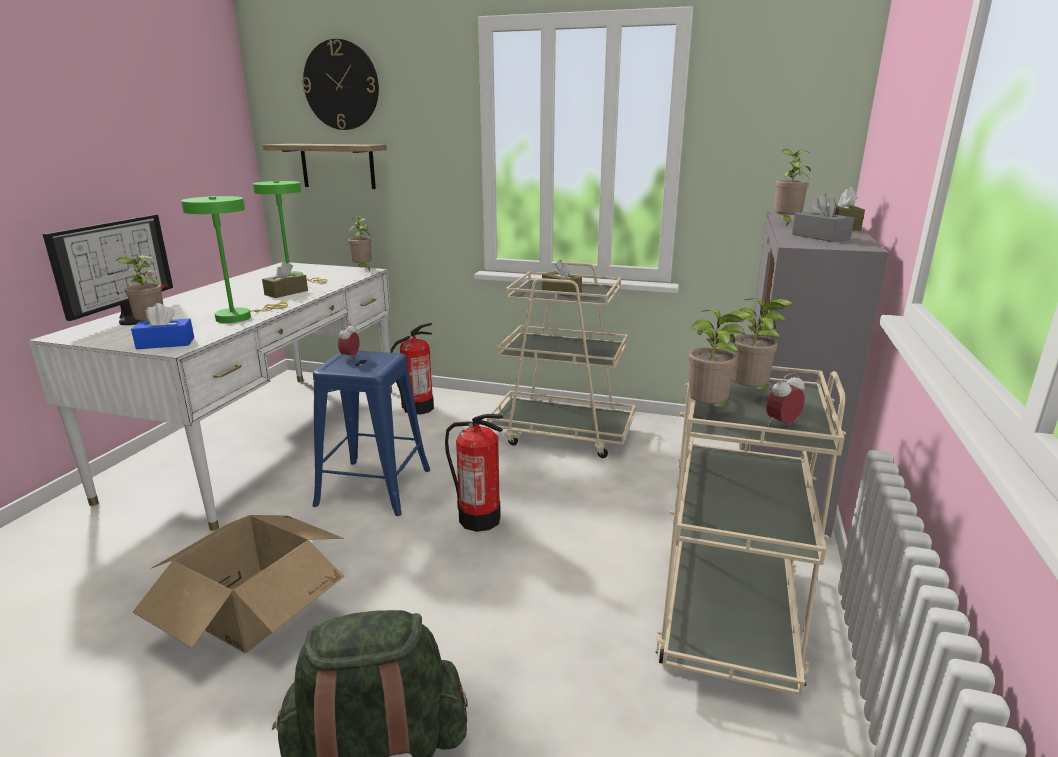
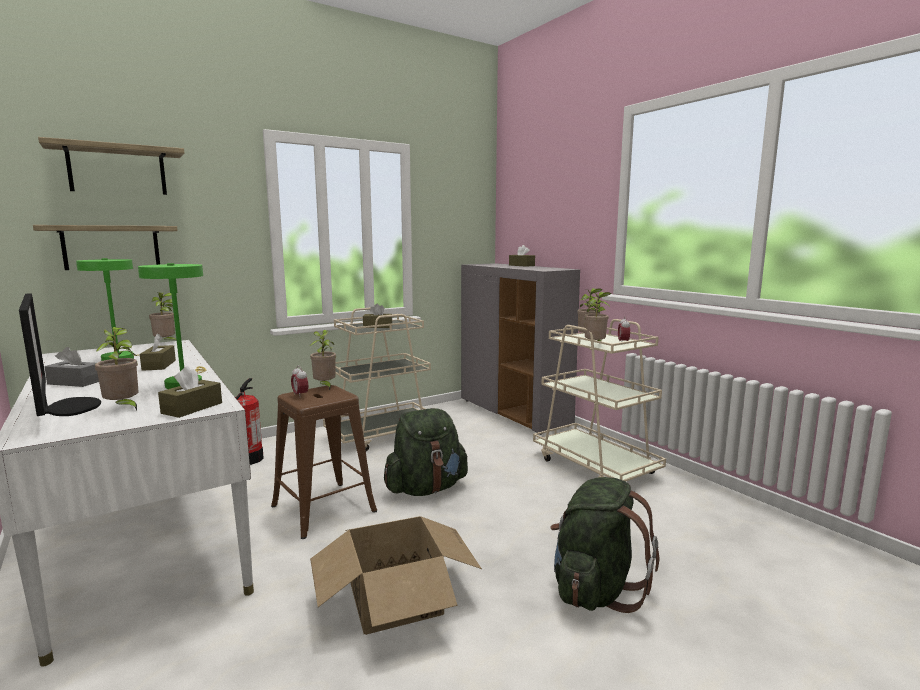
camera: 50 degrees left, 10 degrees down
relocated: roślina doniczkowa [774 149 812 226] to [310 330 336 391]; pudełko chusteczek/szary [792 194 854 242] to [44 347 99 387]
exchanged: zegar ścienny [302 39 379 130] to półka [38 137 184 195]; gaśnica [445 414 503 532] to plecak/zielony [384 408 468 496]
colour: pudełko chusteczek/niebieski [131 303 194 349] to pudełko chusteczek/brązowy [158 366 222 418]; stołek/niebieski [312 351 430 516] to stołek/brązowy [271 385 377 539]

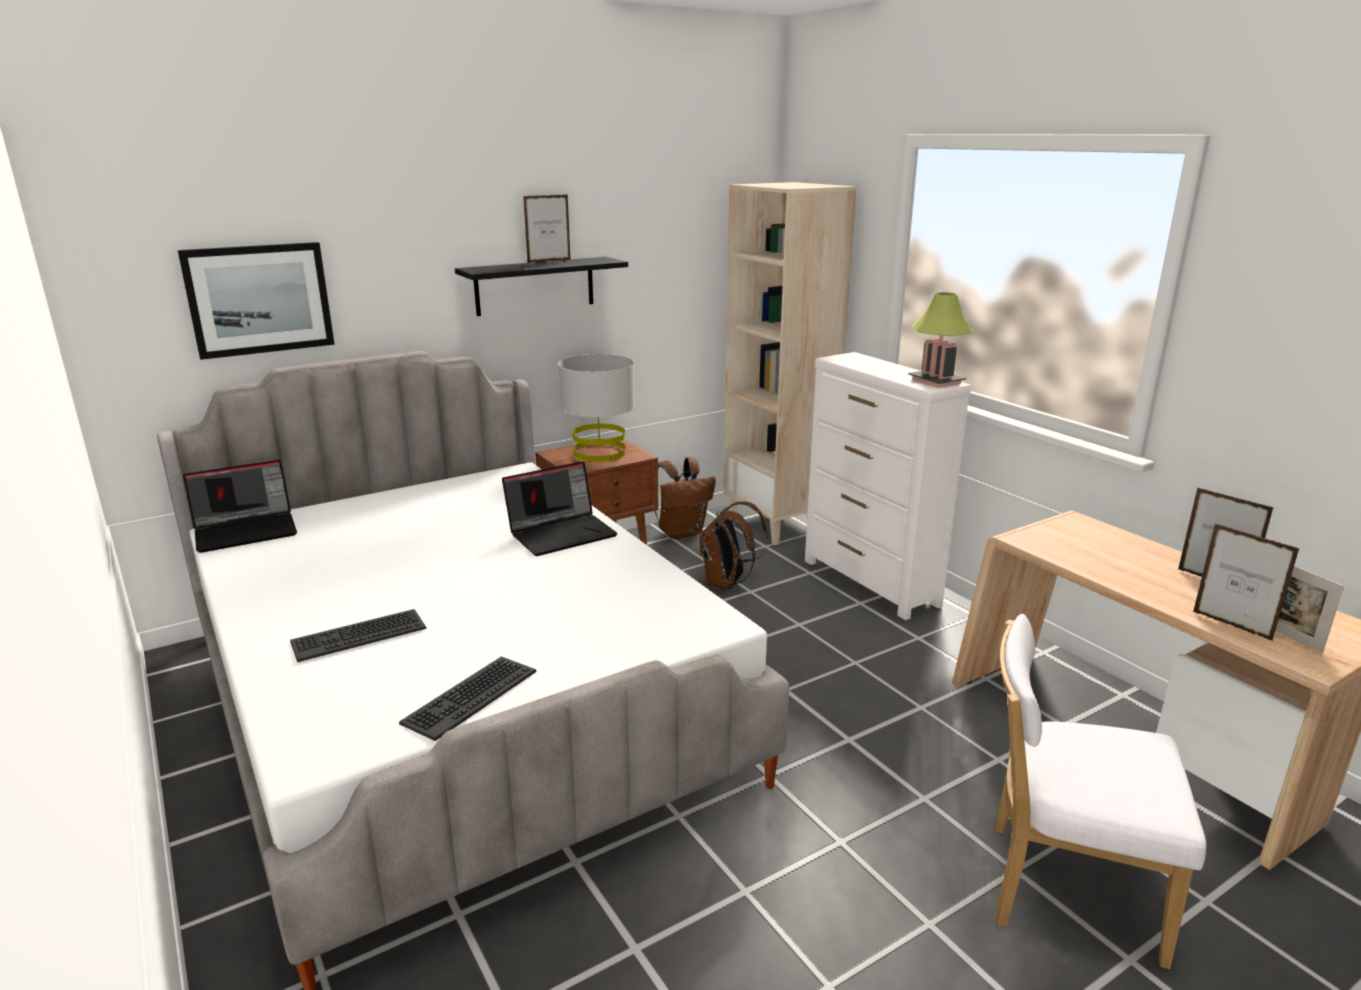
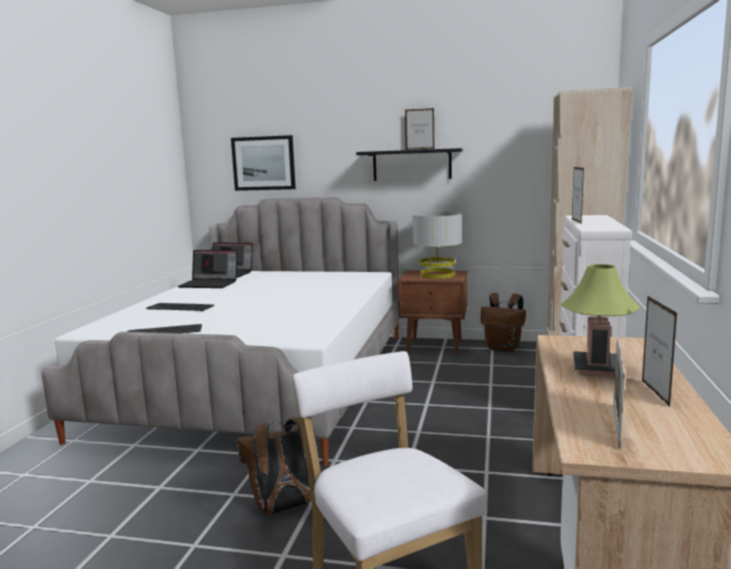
camera: 45 degrees right, 10 degrees down
relocated: lampa stołowa [908 292 974 388] to [561 264 640 376]; laptop [502 461 618 556] to [178 250 237 288]; plecak/brązowy [700 501 768 590] to [237 418 318 515]; ramka na zdjęcie [1193 523 1300 641] to [572 167 584 224]

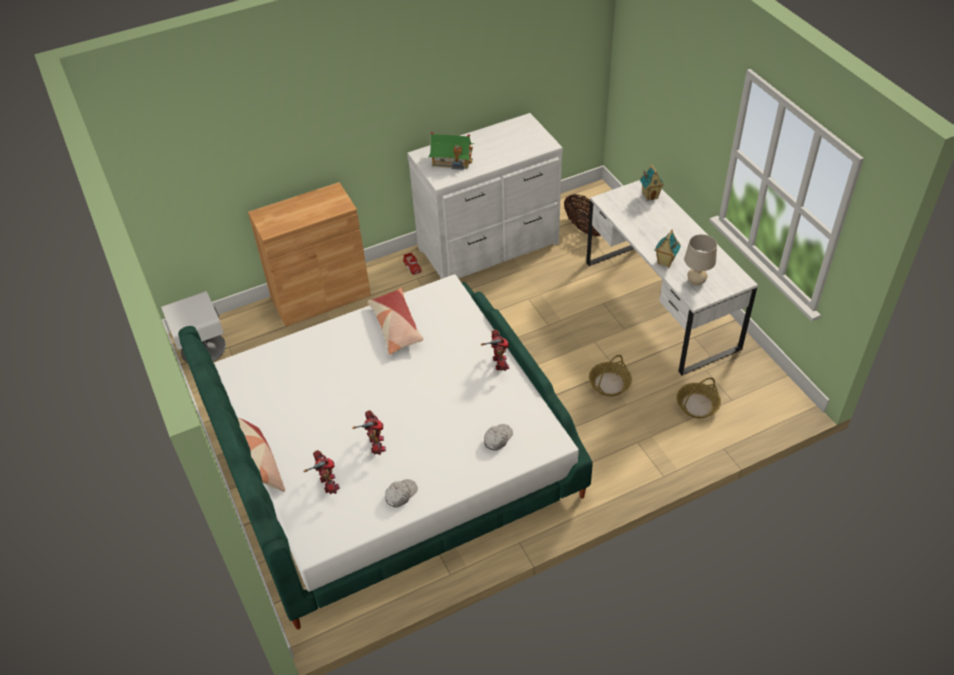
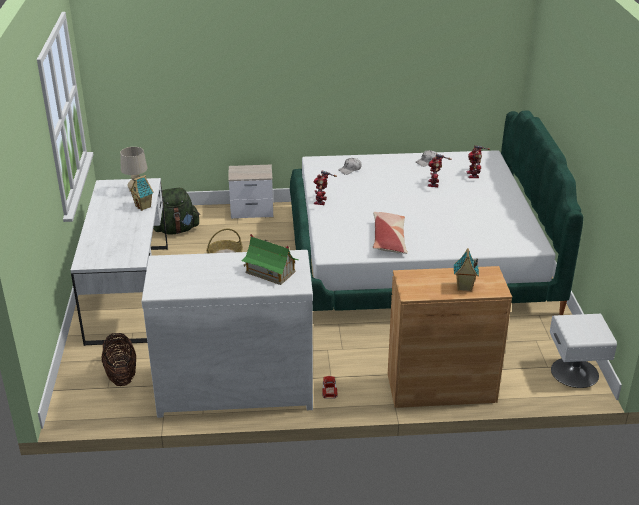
camera: 160 degrees left, 15 degrees down
missing: poduszka [237 417 285 492]
appeared: szafka nocna [228 165 273 219]
relocated: domek [640 164 664 201] to [454 248 479 292]
exchanged: koszyk [676 377 721 418] to plecak/zielony [153 188 200 234]

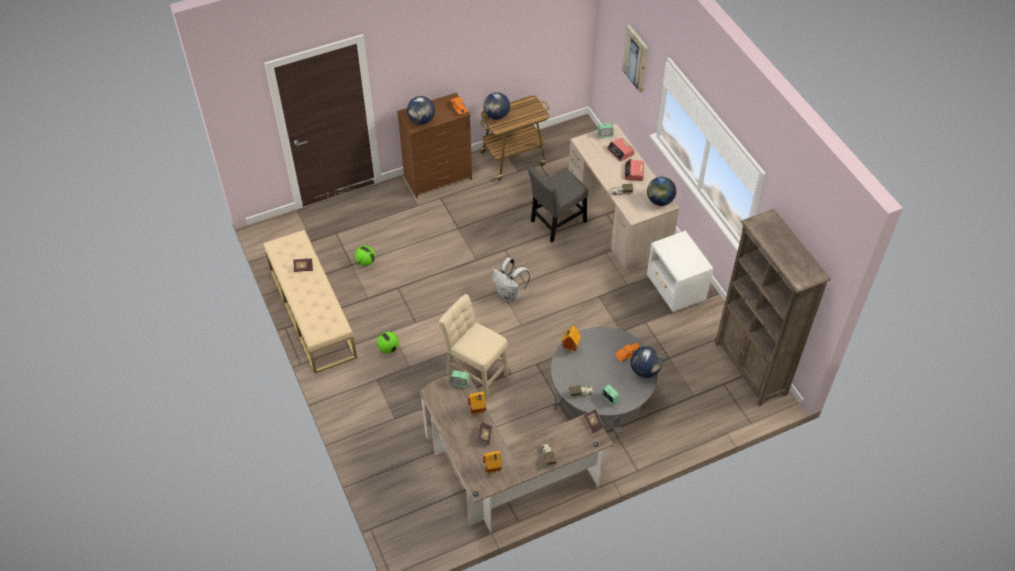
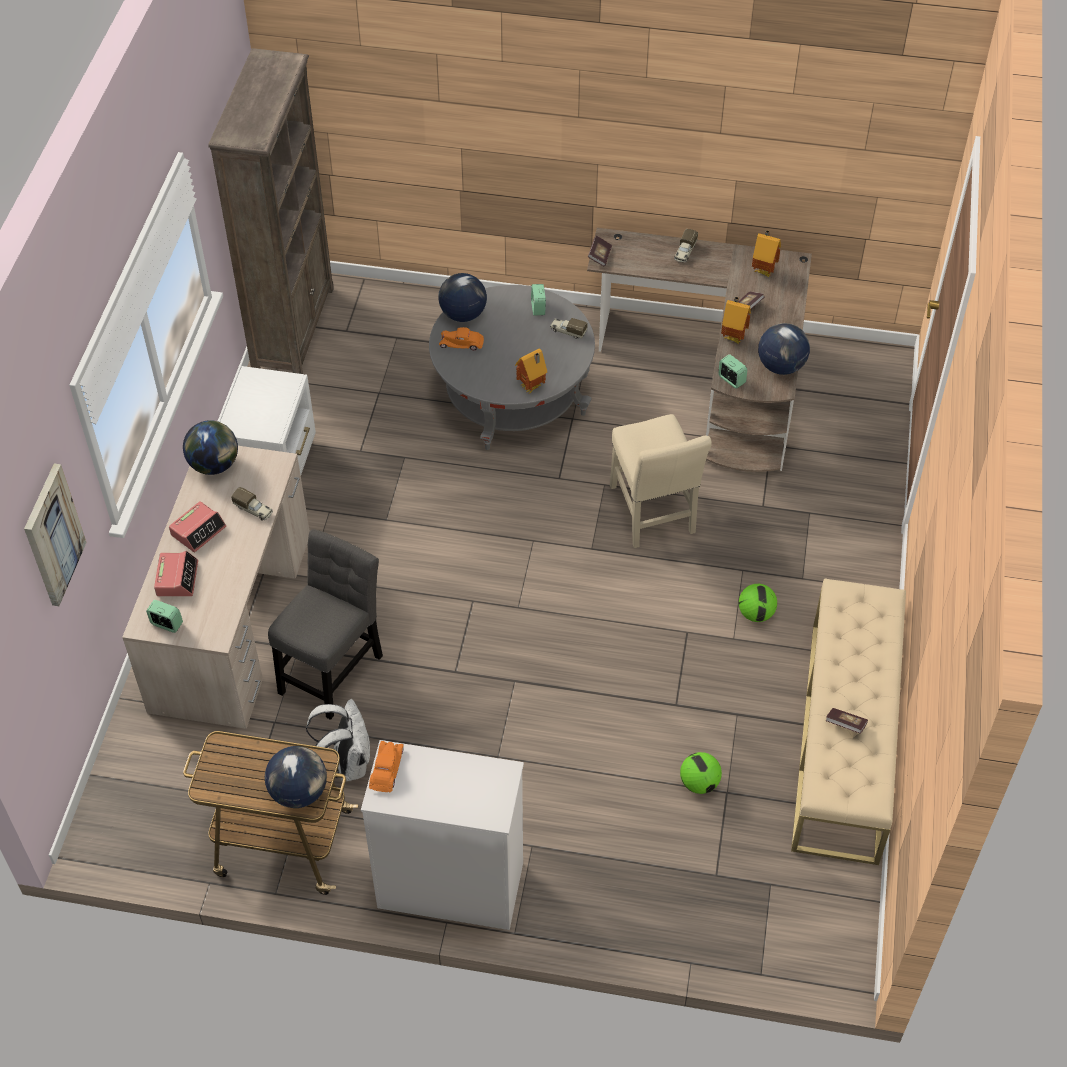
camera: 145 degrees left, 0 degrees up
relocated: globus [407 96 435 124] to [758 323 810 375]; plecak/biały [491 258 530 302] to [306 699 370 781]
colour: komoda/brązowy [397 93 472 198] to komoda/biały [361 740 524 930]
spun: krzesło/szary [528 166 588 243] = [268 529 383 720] 60 degrees counterclockwise

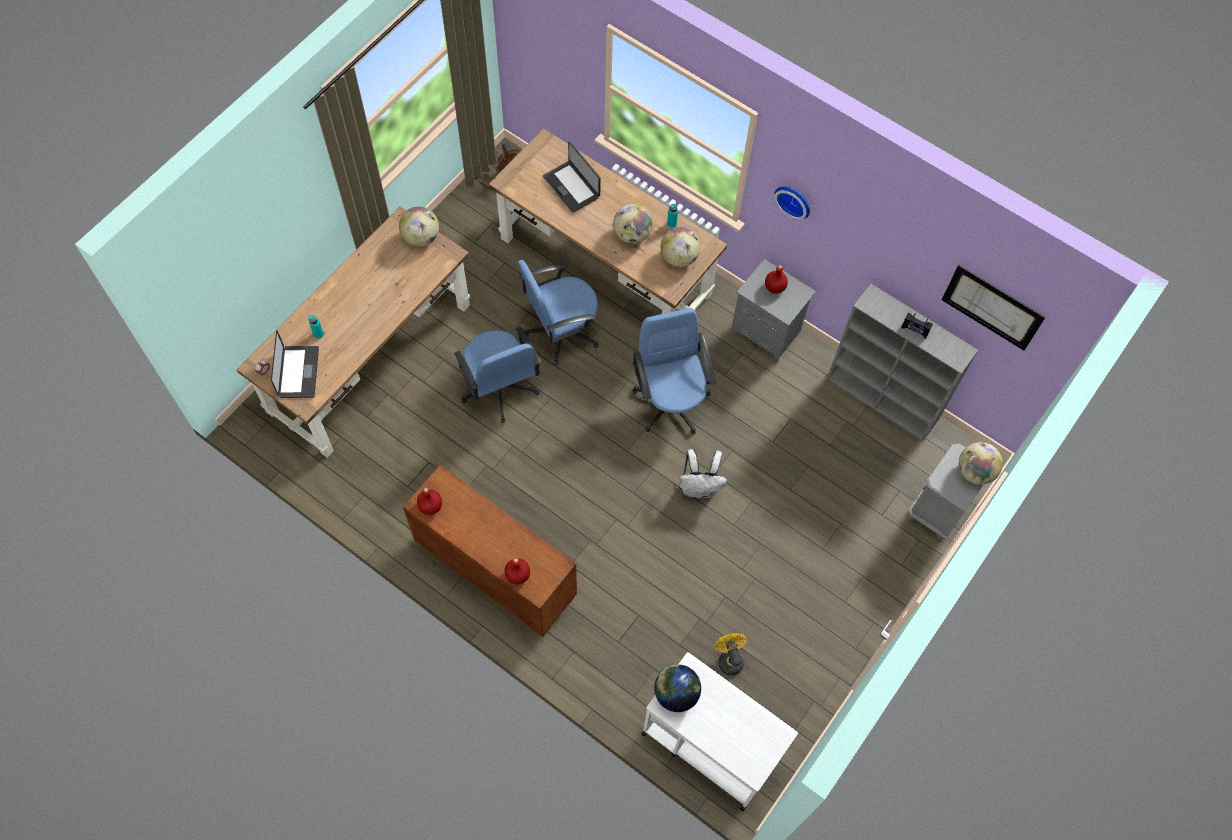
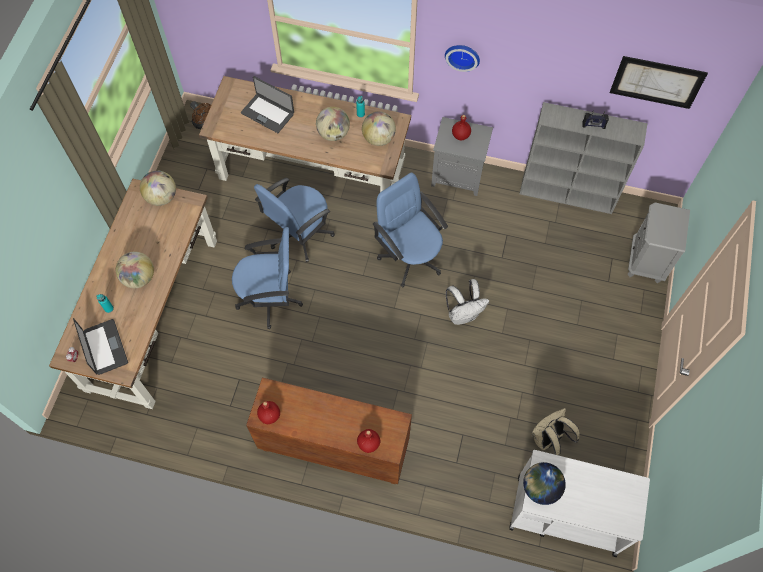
camera: 20 degrees left, 0 degrees up
relocated: globus [959 442 1003 485] to [116 252 154 288]
exchanged: wentylator/żółty [714 633 747 675] to plecak/beżowy [532 408 580 456]
spun: krzesło biurowe/niebieski [454 327 541 423] = [232 227 303 329] 45 degrees counterclockwise

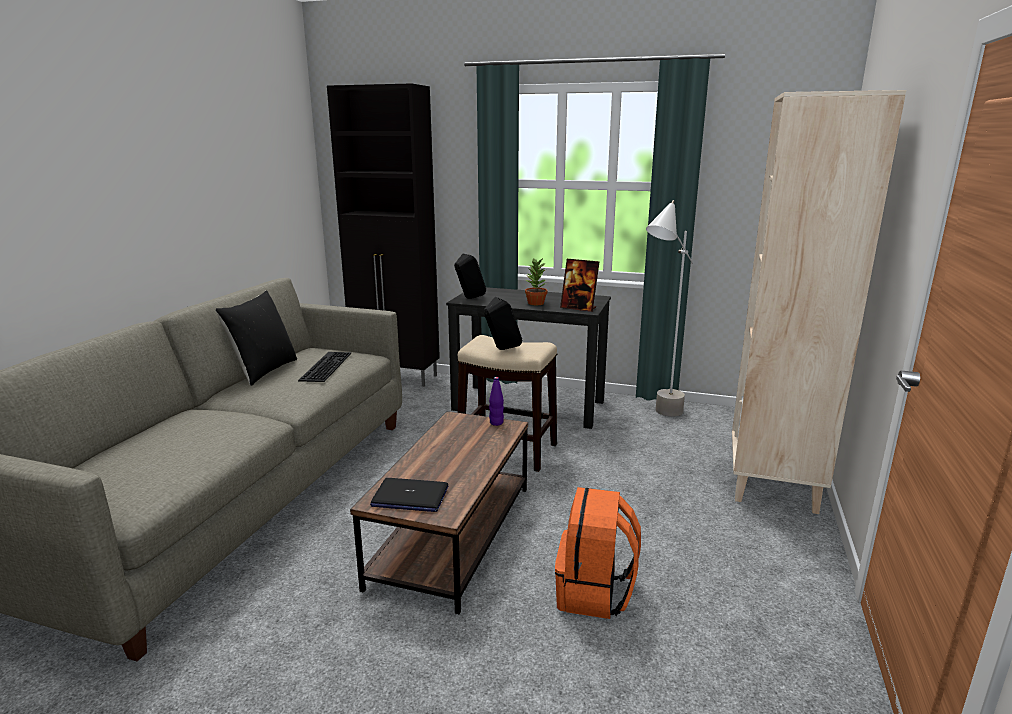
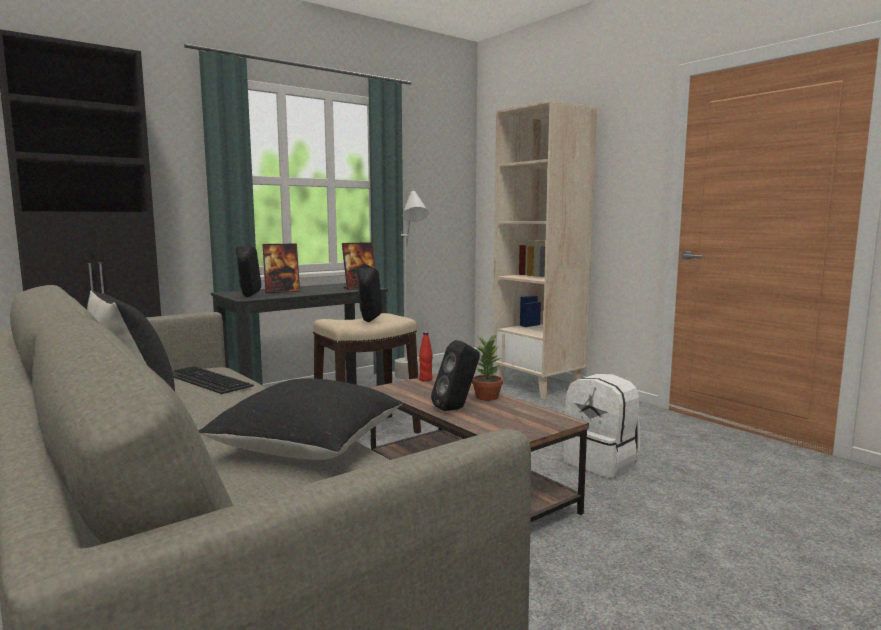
camera: 55 degrees left, 10 degrees down
missing: laptop [370 478 449 512]
appeared: ramka na zdjęcie [262 243 300 293]; głośnik/czarny [431 340 480 411]; poduszka/czarny [199 378 402 460]
relocated: roślina doniczkowa [525 259 547 305] to [472 334 503 401]
colour: butelka/fioletowy [489 377 504 426] to butelka/czerwony [419 332 433 382]; plecak/pomarańczowy [555 487 641 619] to plecak/biały [563 374 640 478]

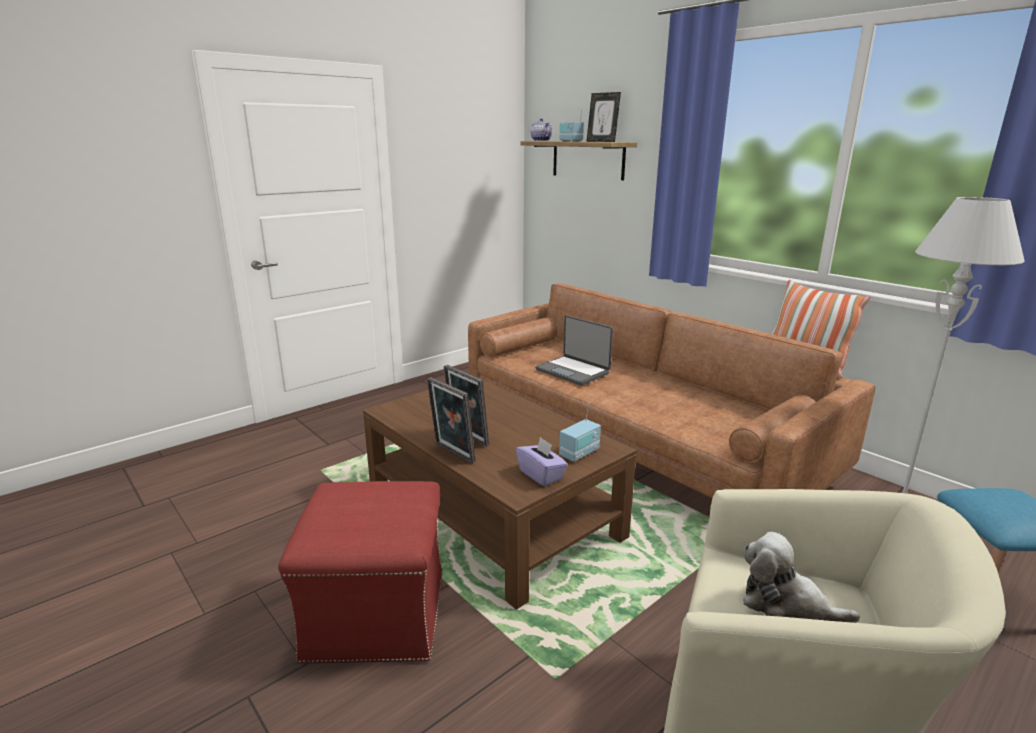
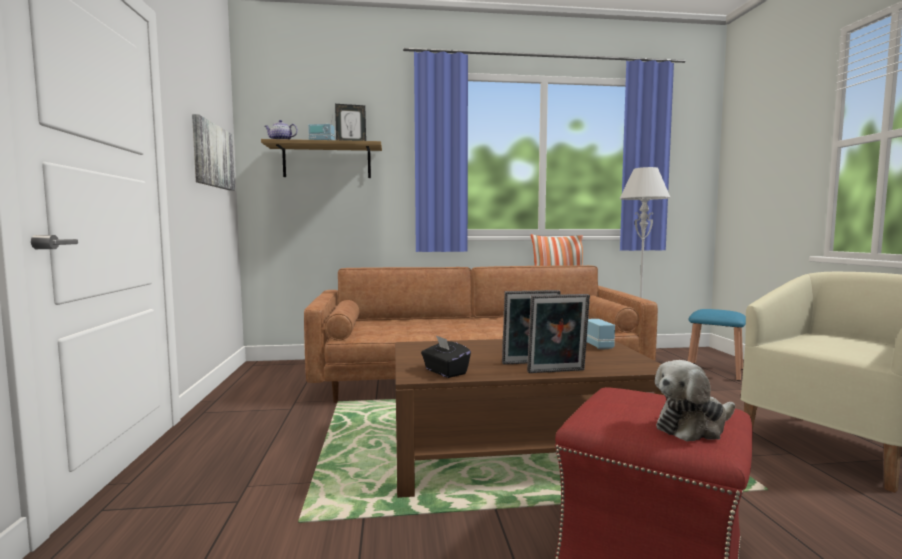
camera: 55 degrees left, 15 degrees down
missing: laptop [535 315 613 385]; pudełko chusteczek/fioletowy [516 437 568 486]
appeared: obraz [192 114 235 191]; pudełko chusteczek/czarny [421 335 471 378]
relocated: pluszak [743 532 860 623] to [655 360 735 442]

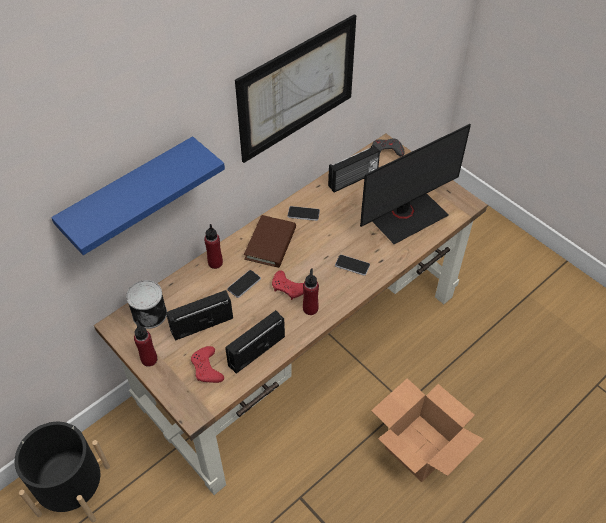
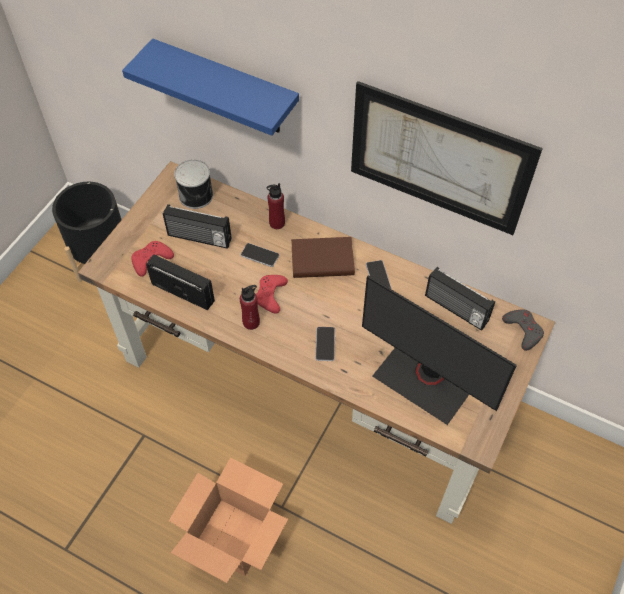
camera: 70 degrees right, 5 degrees up
missing: butelka/czerwony [134 320 157 367]
spun: radio [166 290 233 341] = [163 204 232 249] 150 degrees clockwise

